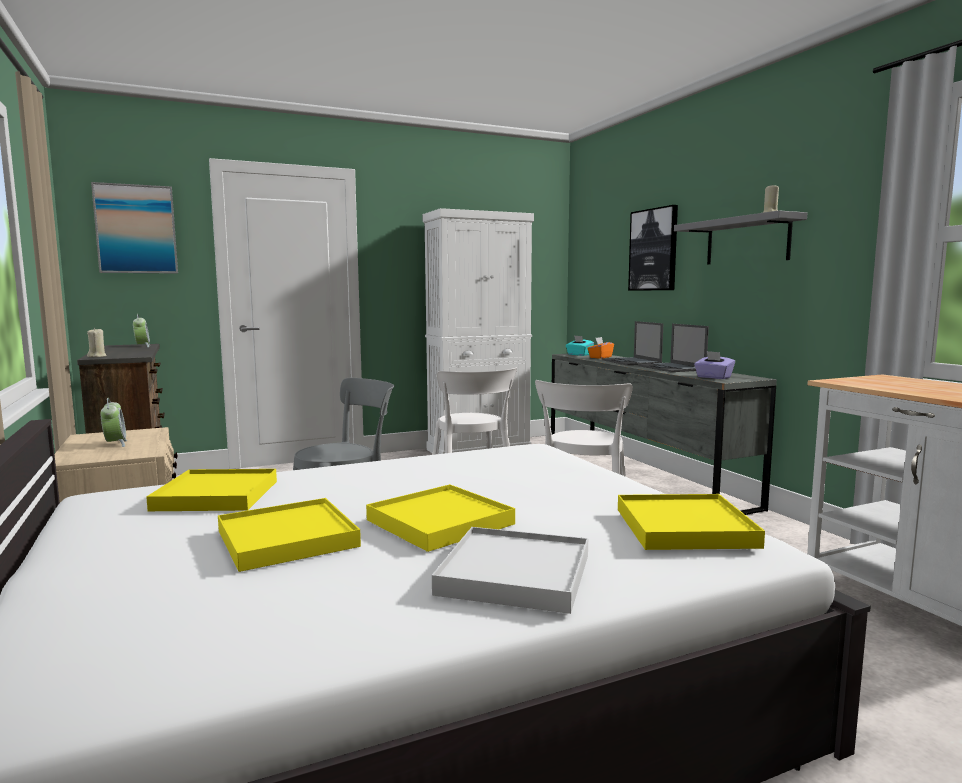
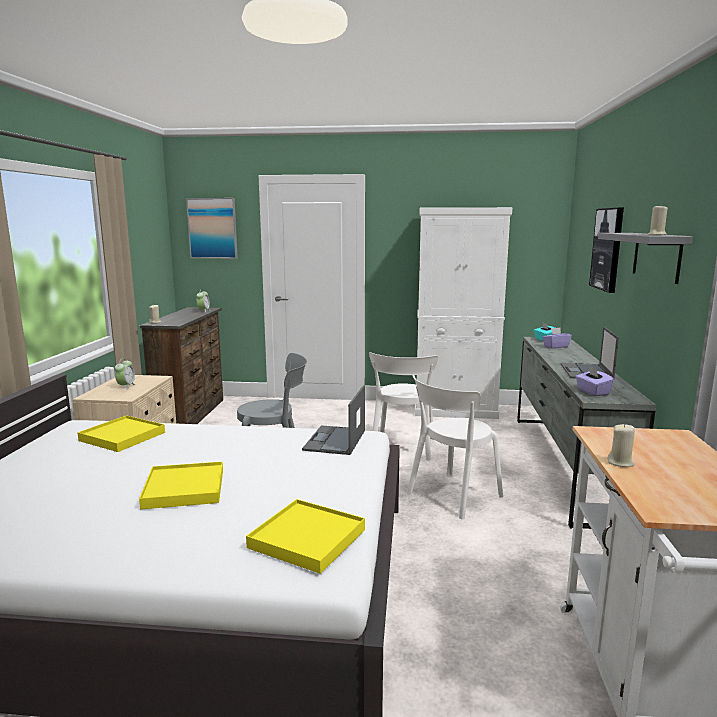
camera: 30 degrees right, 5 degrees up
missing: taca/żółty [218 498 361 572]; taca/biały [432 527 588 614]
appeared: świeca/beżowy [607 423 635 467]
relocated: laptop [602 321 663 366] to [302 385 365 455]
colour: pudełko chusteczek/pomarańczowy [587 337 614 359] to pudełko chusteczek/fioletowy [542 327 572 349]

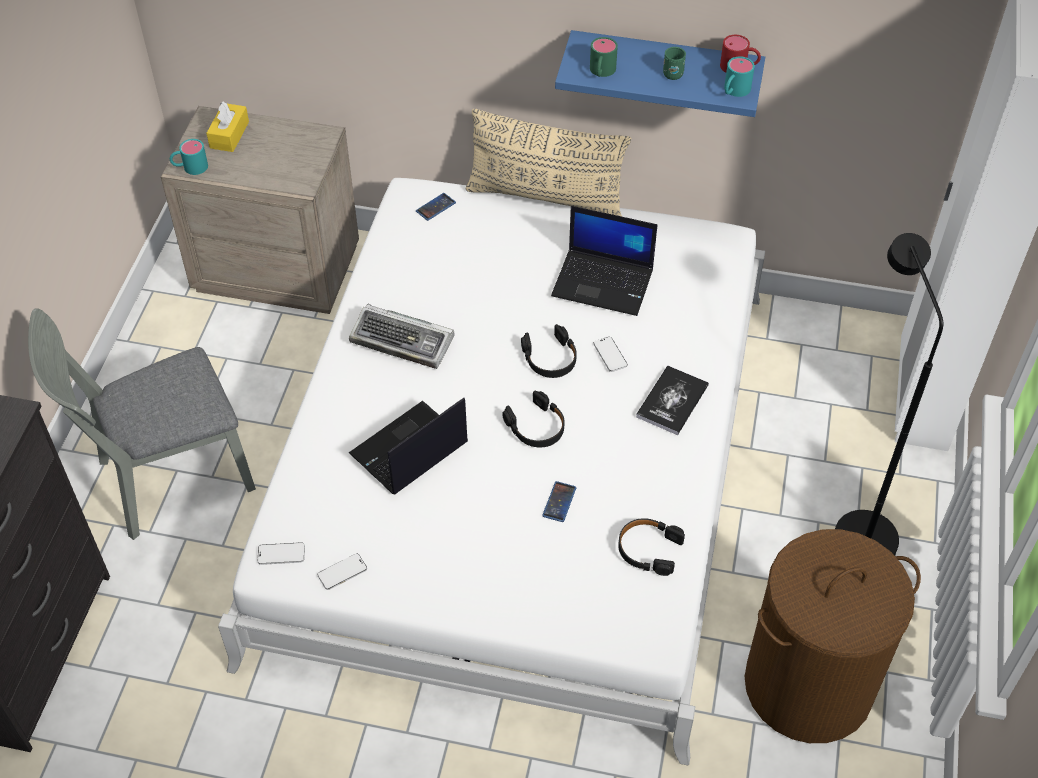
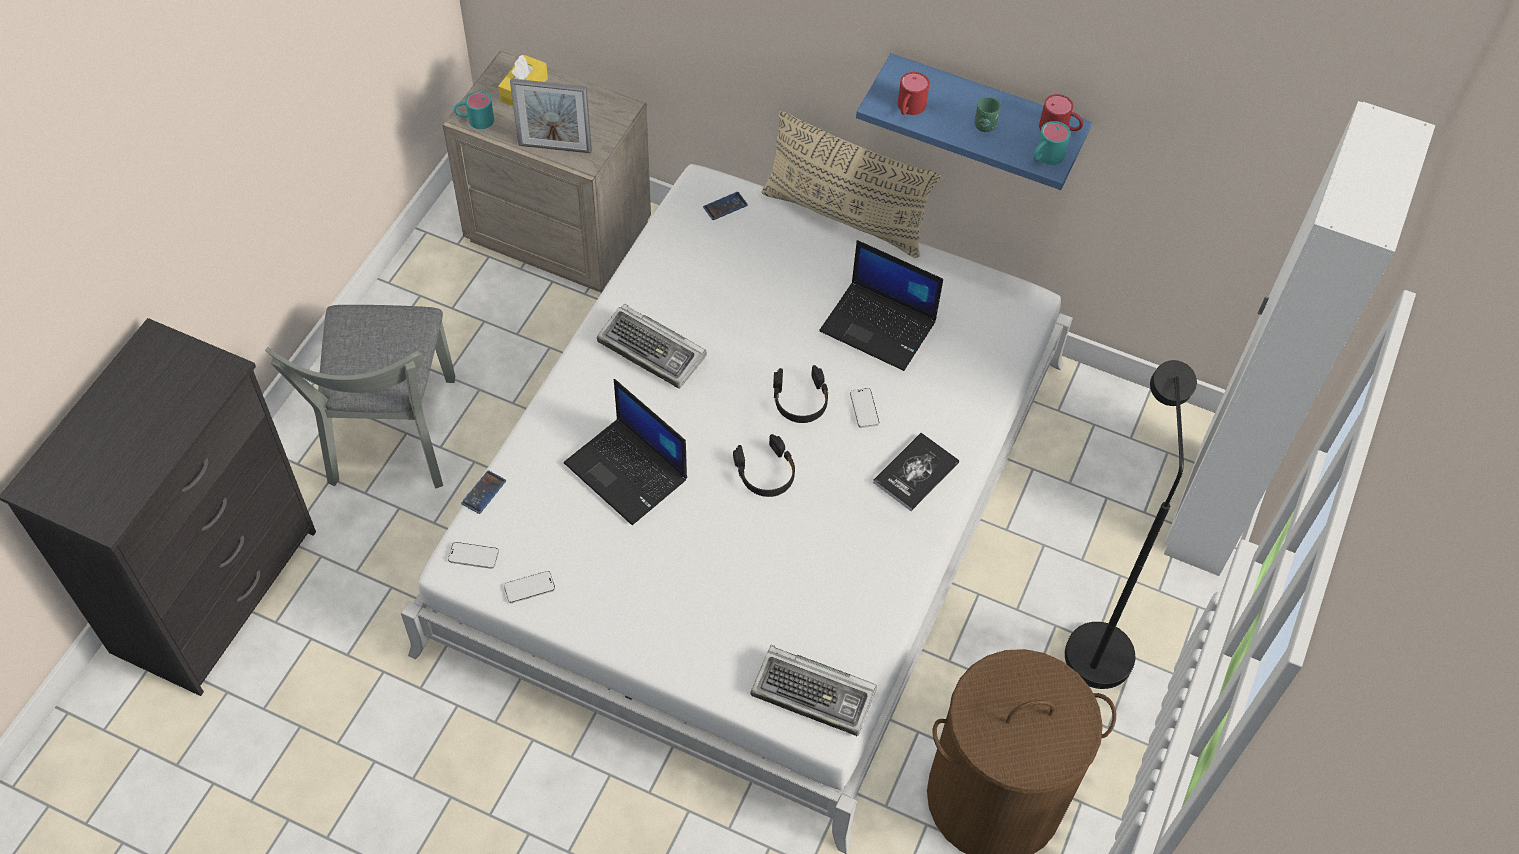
camera: 10 degrees right, 5 degrees up
missing: słuchawki/czarny [618 518 685 576]
appeared: ramka na zdjęcie [510 79 592 153]; klawiatura [751 645 877 736]
relocated: telefon [542 481 576 522] to [461 470 506 514]
colour: kubek/zielony [590 37 618 77] to kubek/czerwony [898 72 930 115]
spun: krzesło/szary [28 308 256 540] = [265 305 455 489] 75 degrees counterclockwise; laptop [349 398 468 494] = [564 379 687 525] 105 degrees counterclockwise

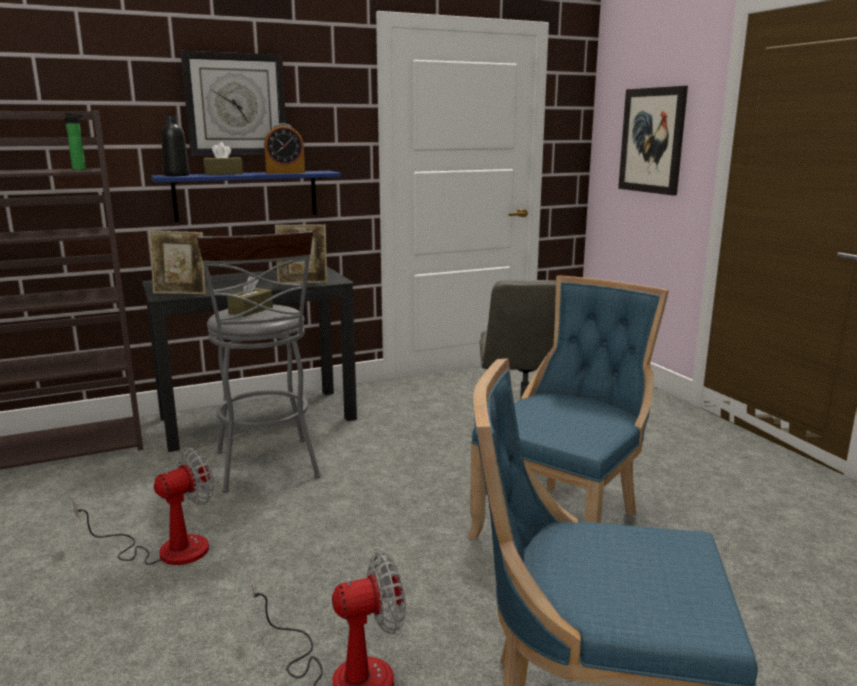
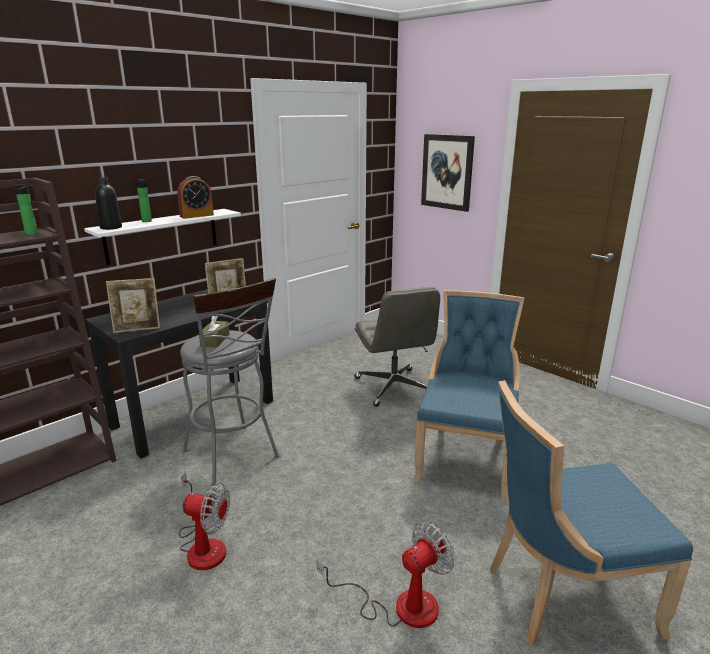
camera: 20 degrees left, 5 degrees up
missing: zegar ścienny [181 51 286 156]
exchanged: pudełko chusteczek/brązowy [203 142 243 175] to butelka [136 179 152 222]
colour: półka/niebieski [151 171 341 222] to półka/biały [84 209 241 265]
spun: wentylator [73 448 214 565] = [179 472 230 570] 75 degrees clockwise

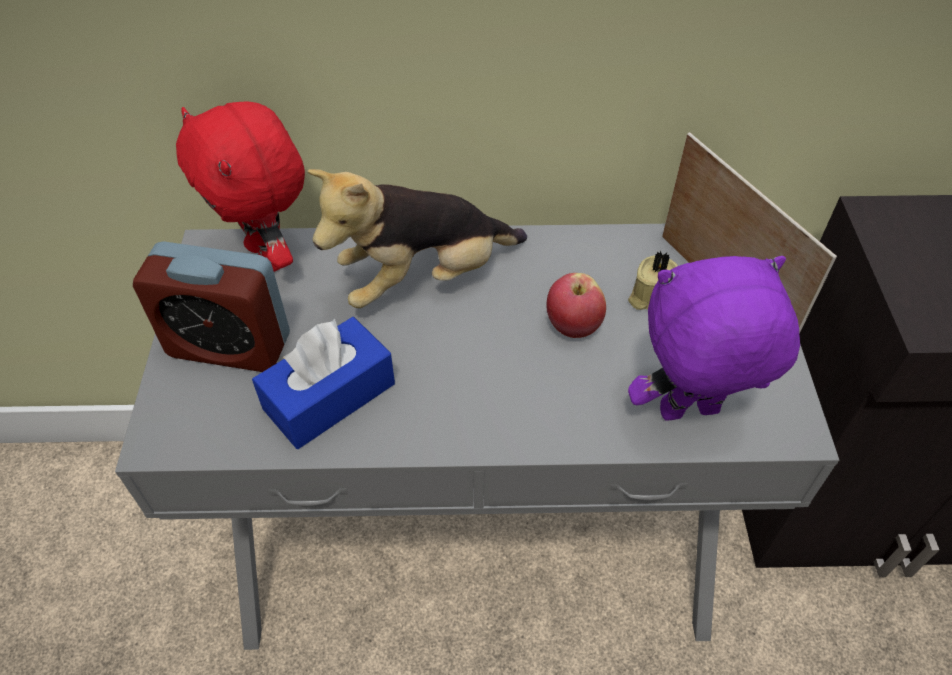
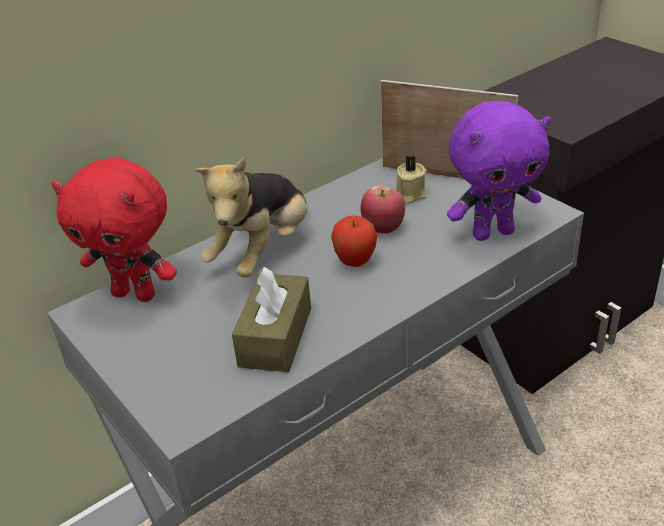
camera: 35 degrees left, 15 degrees down
missing: budzik [133 241 290 372]
appeared: jabłko [331 215 377 267]
colour: pudełko chusteczek/niebieski [252 317 395 449] to pudełko chusteczek/brązowy [232 267 311 372]
spun: pluszak/fioletowy [628 256 800 421] = [447 101 551 241] 150 degrees counterclockwise

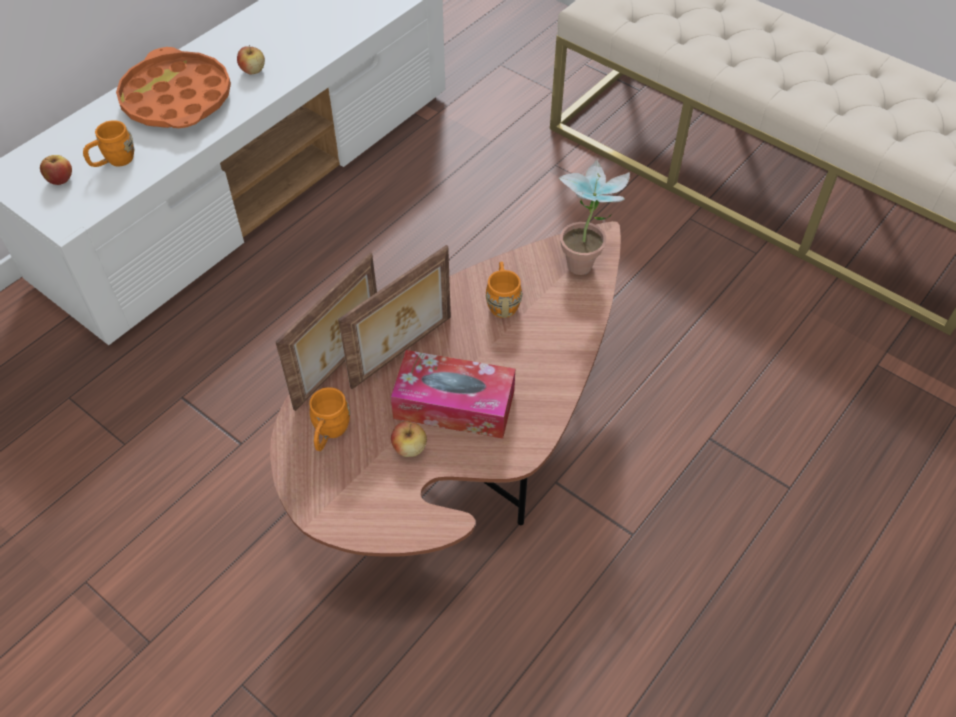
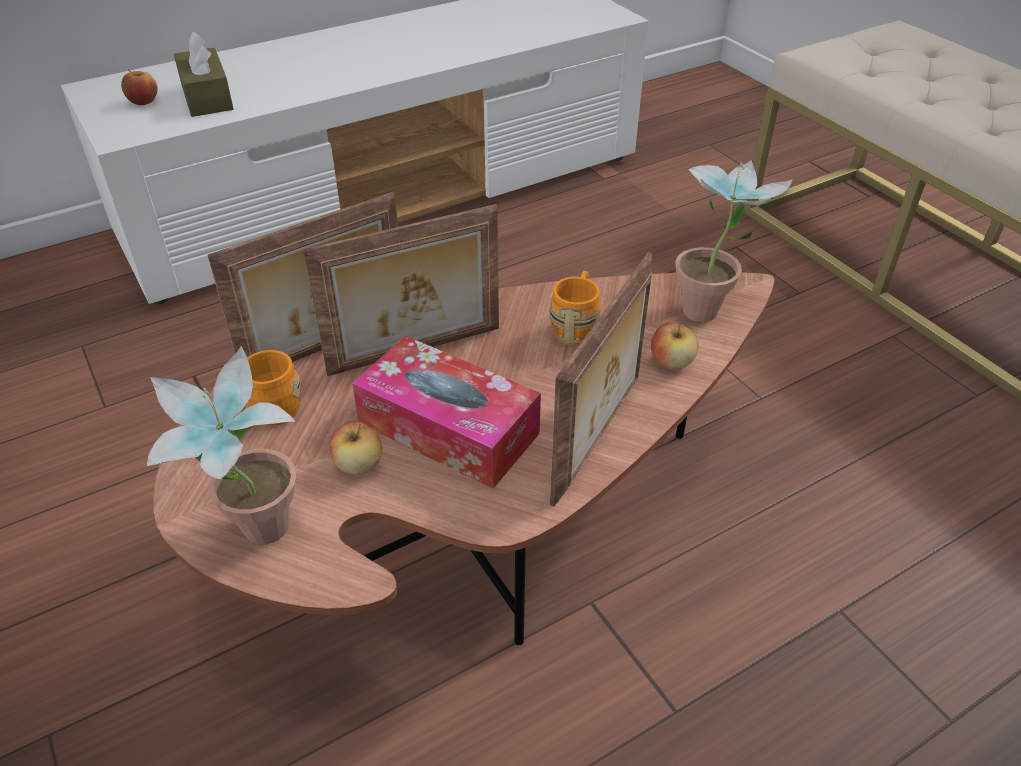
camera: 20 degrees right, 10 degrees down
missing: taca/pomarańczowy [116 47 231 128]
appeared: ramka na zdjęcie [550 252 652 507]; roślina doniczkowa [147 346 296 545]
relocated: jabłko [237 45 265 74] to [651 322 699 369]
exchanged: kubek/pomarańczowy [83 120 135 167] to pudełko chusteczek/brązowy [174 31 234 117]

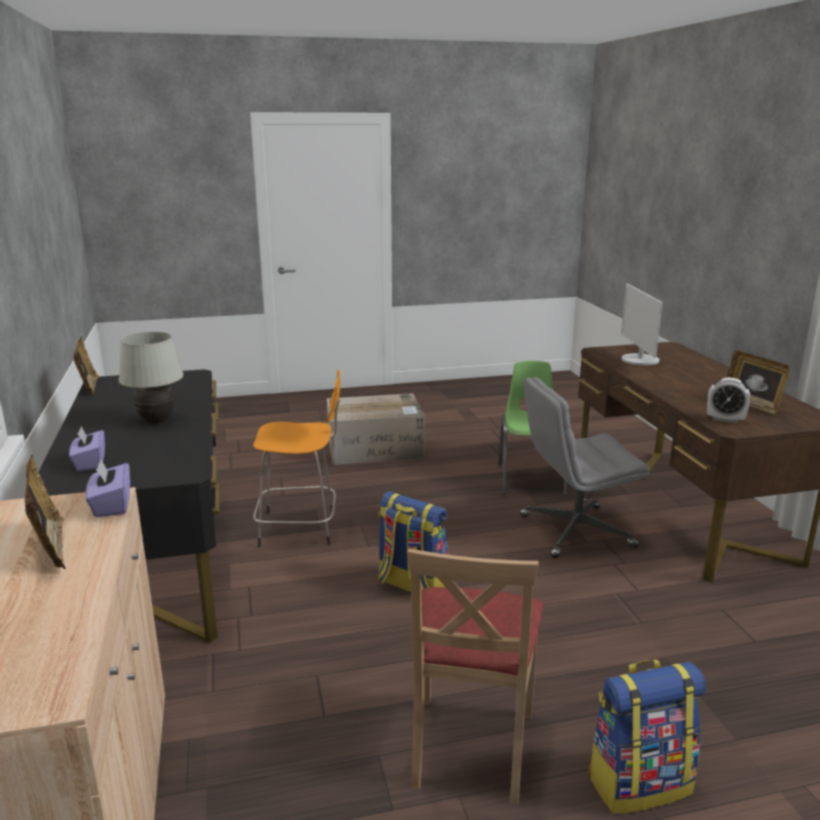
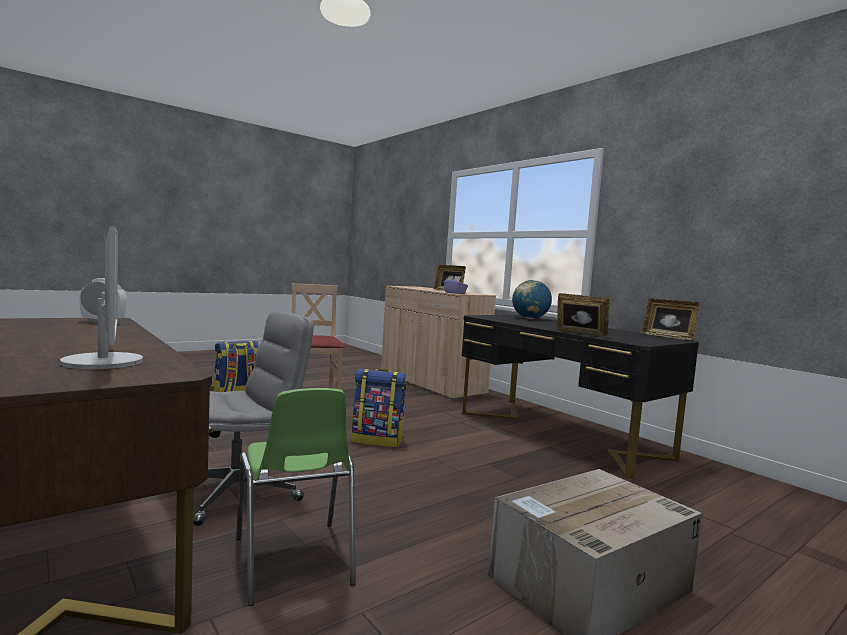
camera: 155 degrees right, 15 degrees down
missing: lampa stołowa/biały [119 332 184 424]; stołek/pomarańczowy [253 369 340 547]
relocated: ramka na zdjęcie [726 350 790 415] to [557 293 609 336]
exchanged: pudełko chusteczek/fioletowy [69 426 105 471] to globus [512 280 552 319]

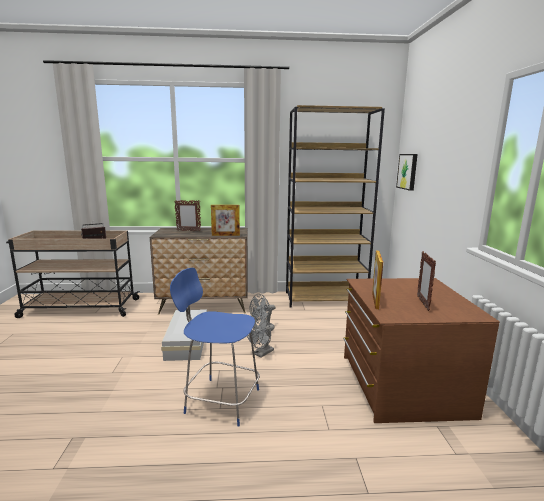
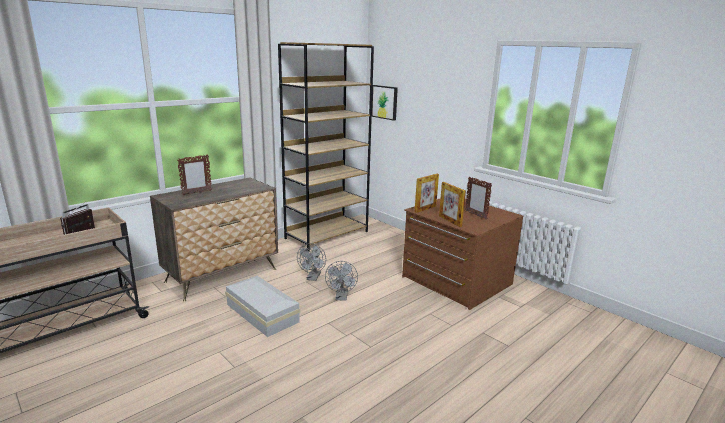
camera: 40 degrees left, 5 degrees up
missing: krzesło/niebieski [170 268 260 427]
relocated: ramka na zdjęcie [211 205 240 236] to [415 174 439 213]

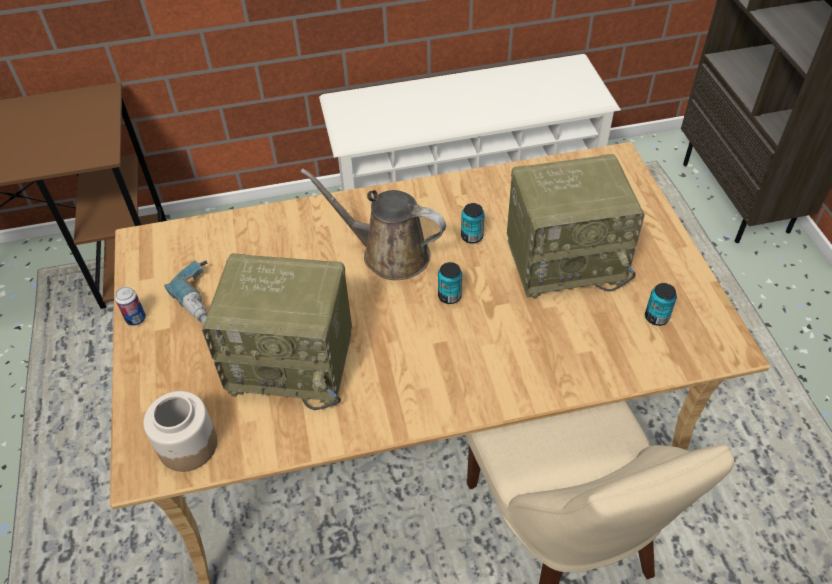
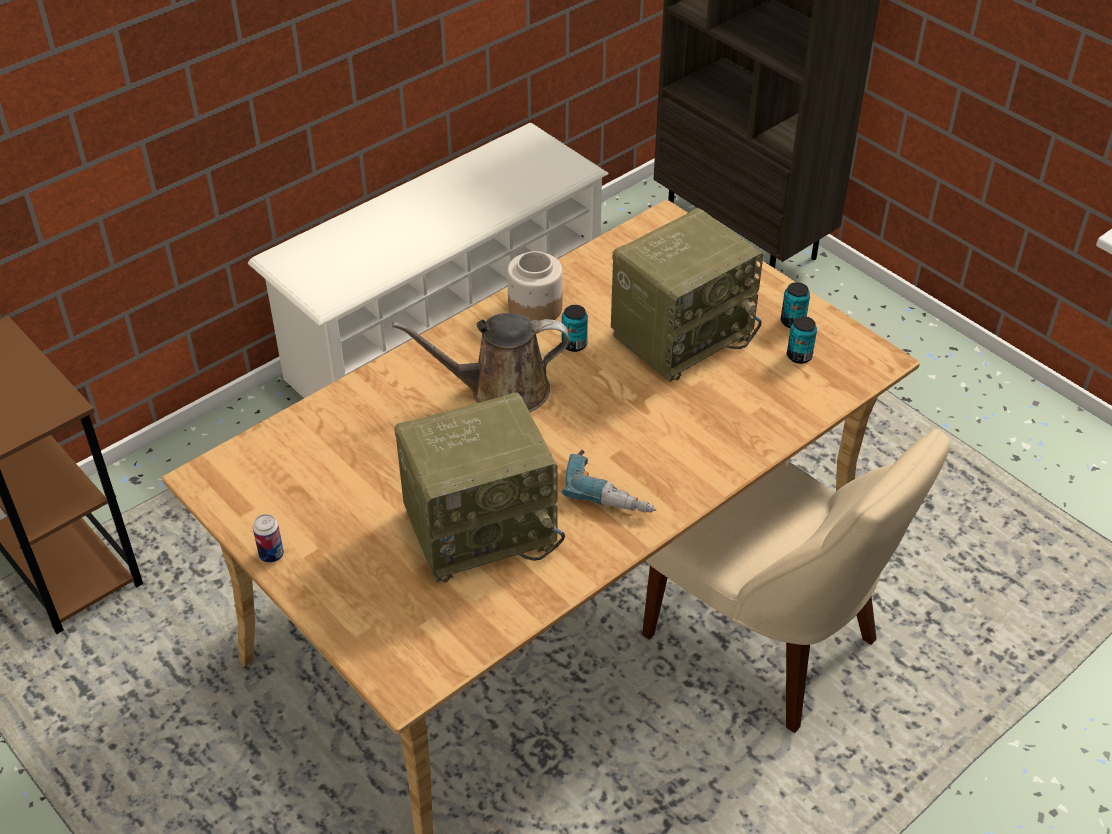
camera: 30 degrees left, 5 degrees down
relocated: wiertarka [164 260 208 324] to [562 450 656 513]; puszka [438 262 462 304] to [781 282 810 328]; słoik [143 391 217 472] to [507 251 563 321]

